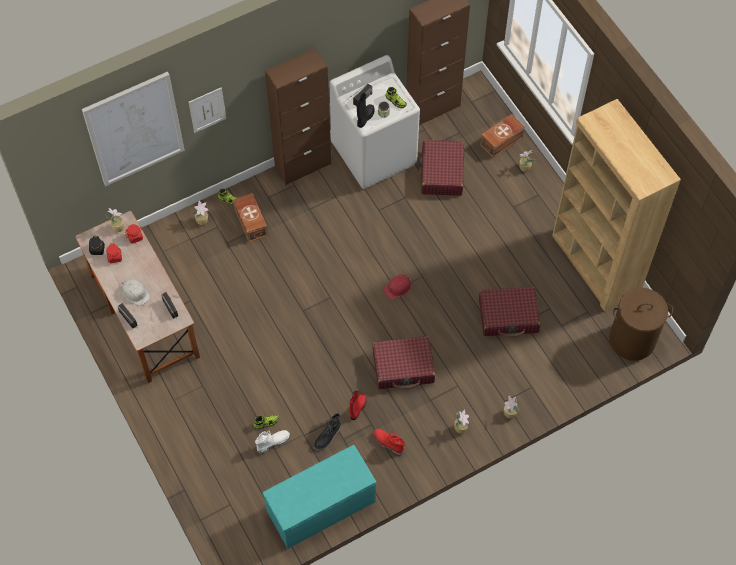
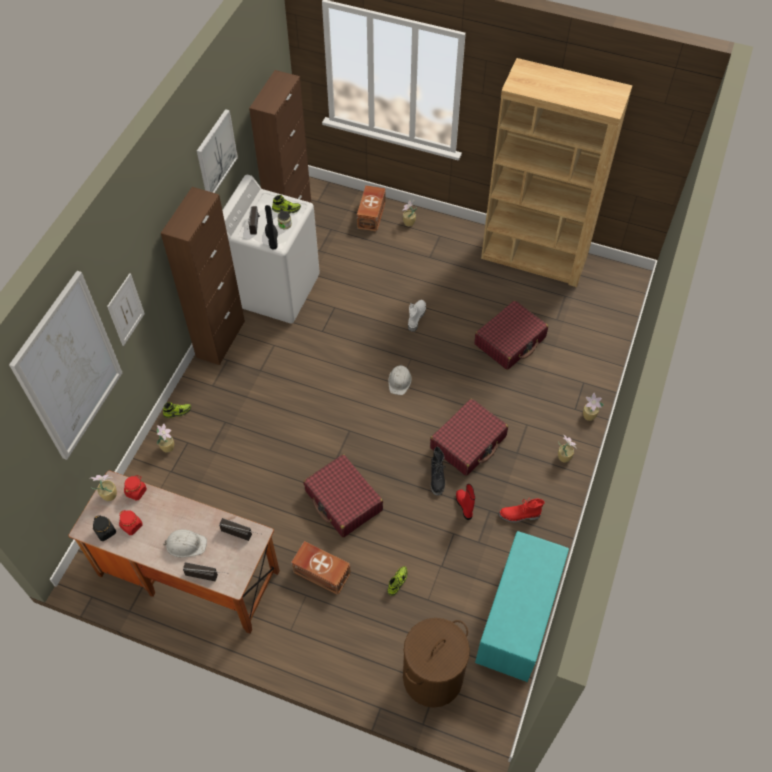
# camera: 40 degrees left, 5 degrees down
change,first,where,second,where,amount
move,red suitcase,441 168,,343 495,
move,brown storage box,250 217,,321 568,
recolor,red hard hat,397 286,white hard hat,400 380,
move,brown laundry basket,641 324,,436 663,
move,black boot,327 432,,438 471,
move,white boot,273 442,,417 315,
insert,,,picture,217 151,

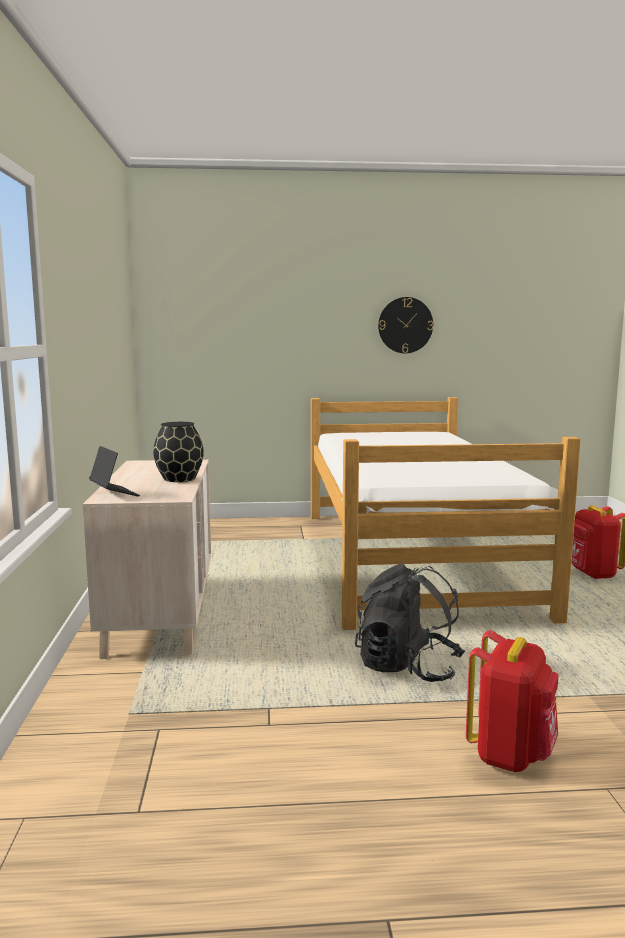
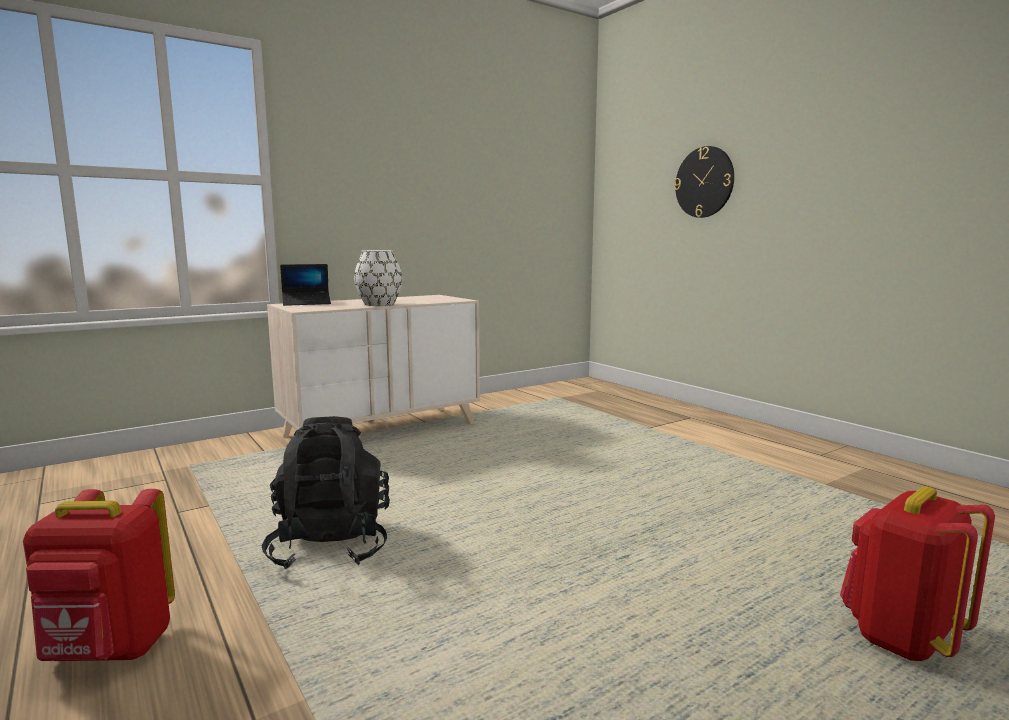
# camera: 60 degrees right, 0 degrees up
change,first,where,second,where,amount
move,wall clock,405 325,,704 182,
delete,bed,446 513,,,
recolor,black vase,178 452,white vase,378 278,
rotate,laptop,114 471,,305 285,45 degrees clockwise

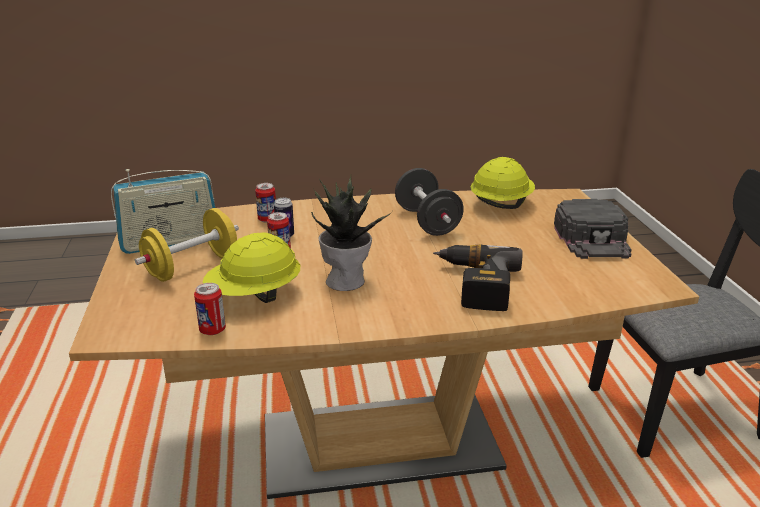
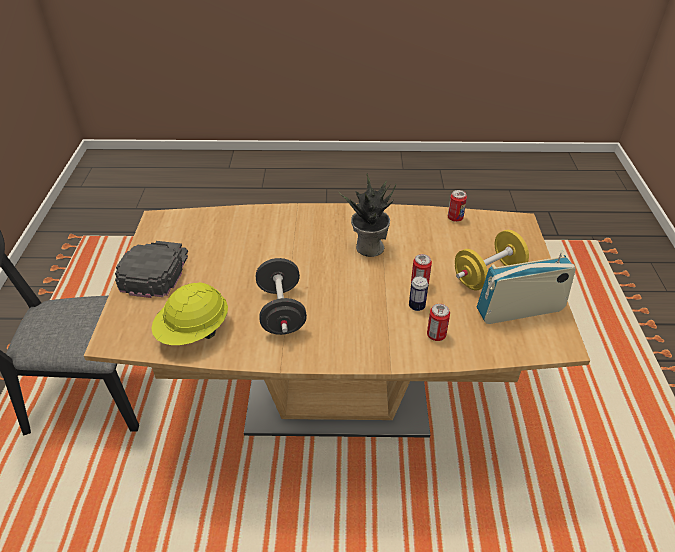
# camera: 170 degrees left, 15 degrees up
change,first,where,second,where,amount
delete,yellow hard hat,251 267,,,
delete,power drill,478 277,,,

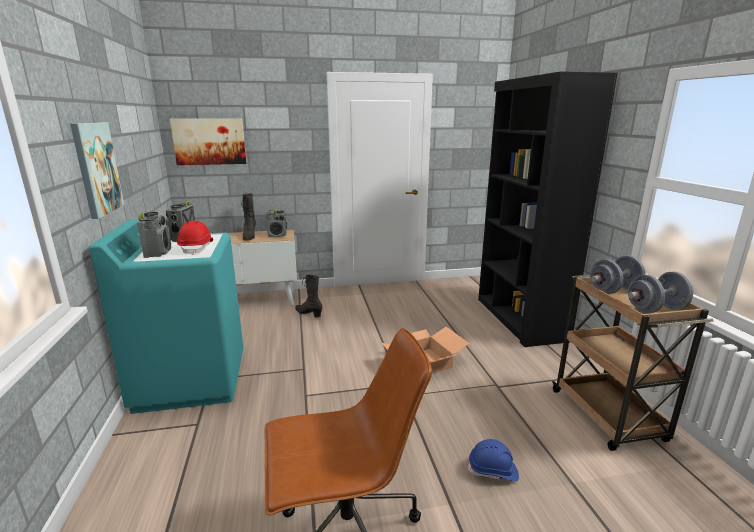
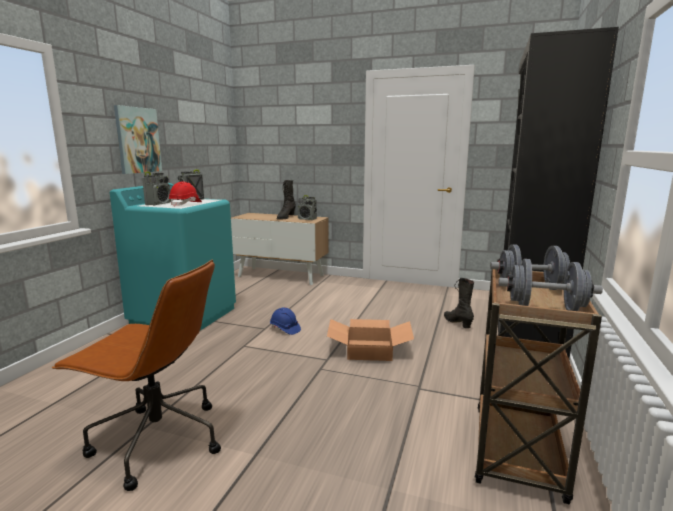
# camera: 30 degrees right, 5 degrees down
change,first,where,second,where,amount
delete,picture,208 142,,,
move,black boot,308 296,,459 303,
move,blue hard hat,493 460,,285 321,

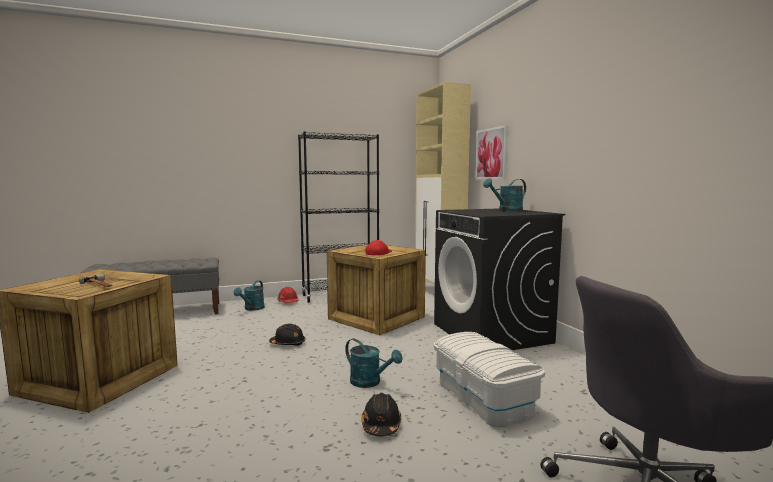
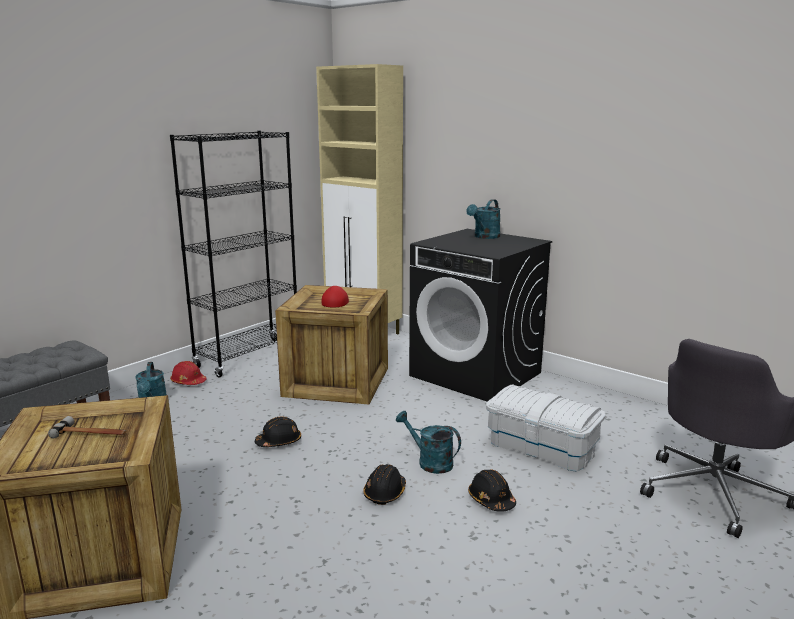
# camera: 30 degrees left, 10 degrees up
change,first,where,second,where,amount
delete,picture,491 152,,,
rotate,turquoise watering can,374 363,,428 442,150 degrees counterclockwise
insert,,,black hard hat,384 484,

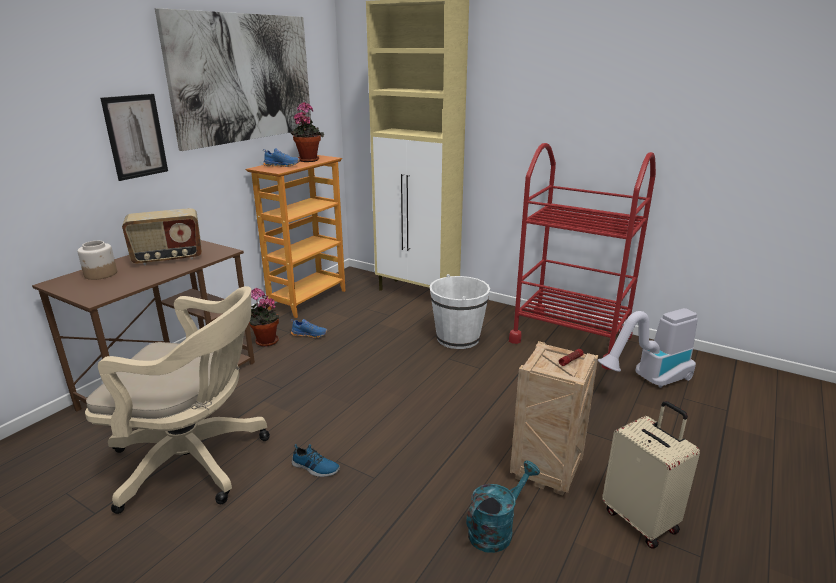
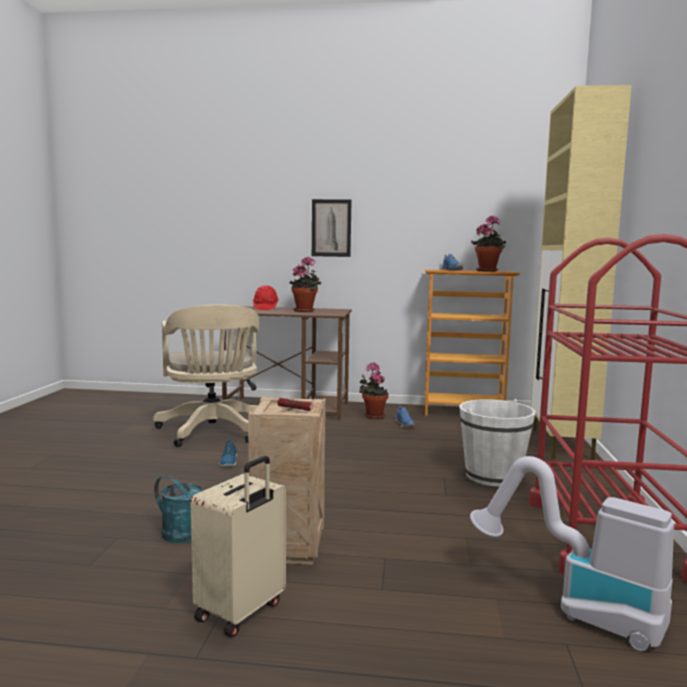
# camera: 65 degrees right, 15 degrees down
change,first,where,second,where,amount
delete,picture,233 79,,,
replace,radio,162 236,potted plant,305 284,
replace,jar,97 260,red hard hat,266 297,

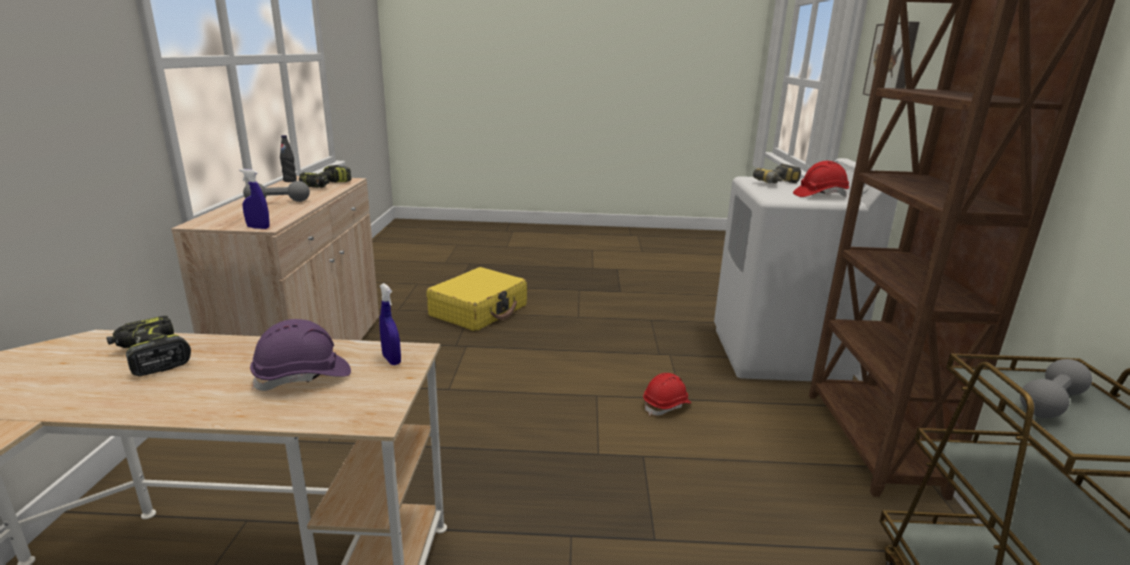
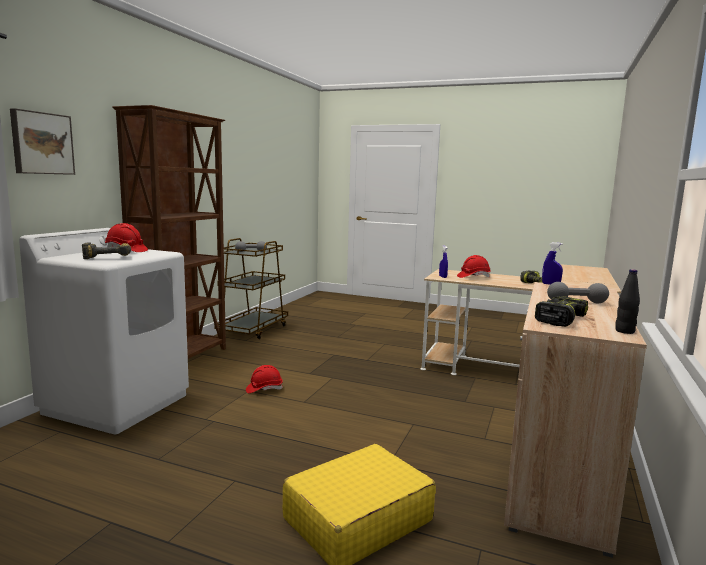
# camera: 160 degrees left, 10 degrees down
change,first,where,second,where,amount
recolor,purple hard hat,300 355,red hard hat,474 266,

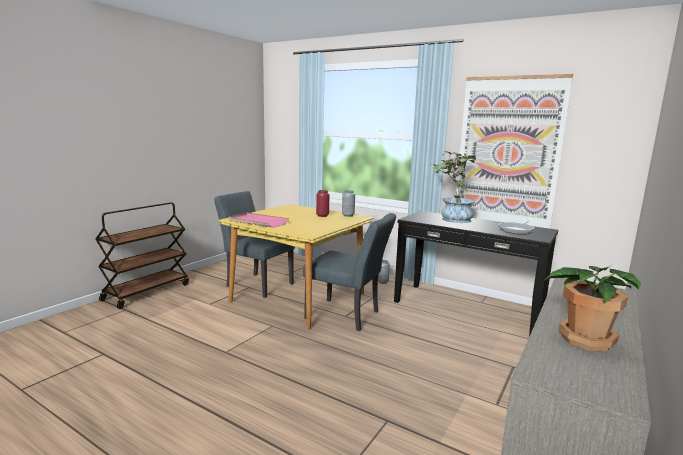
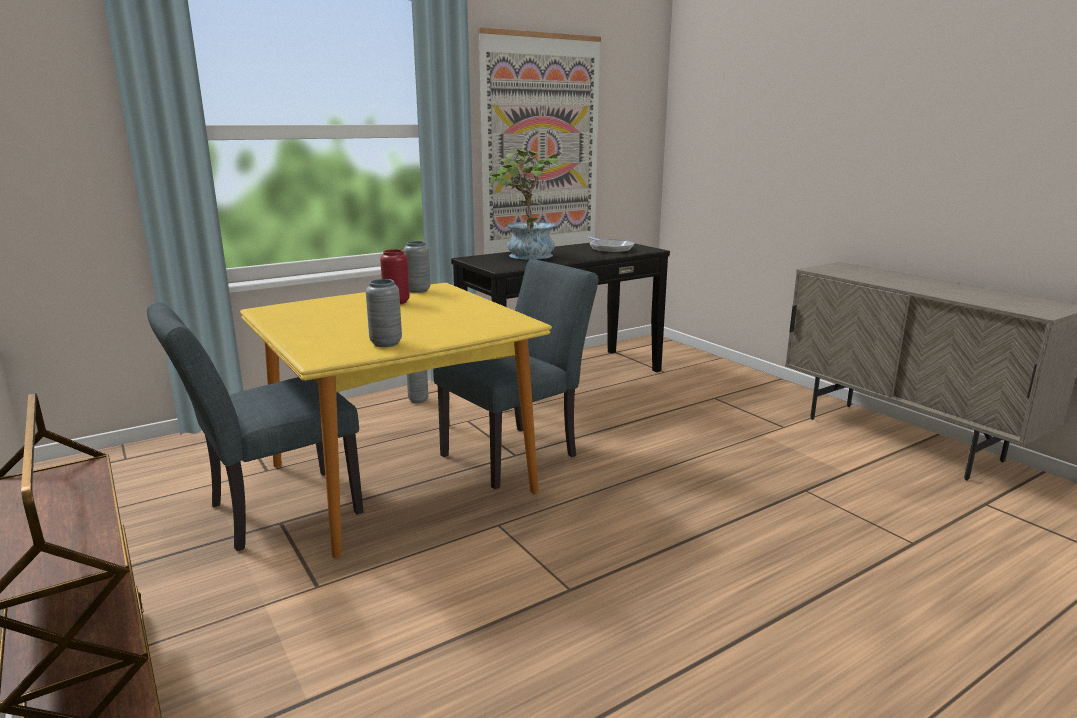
# camera: 65 degrees left, 5 degrees up
change,first,where,second,where,amount
replace,pink tray,259 220,grey vase,384 313,
delete,potted plant,593 308,,,

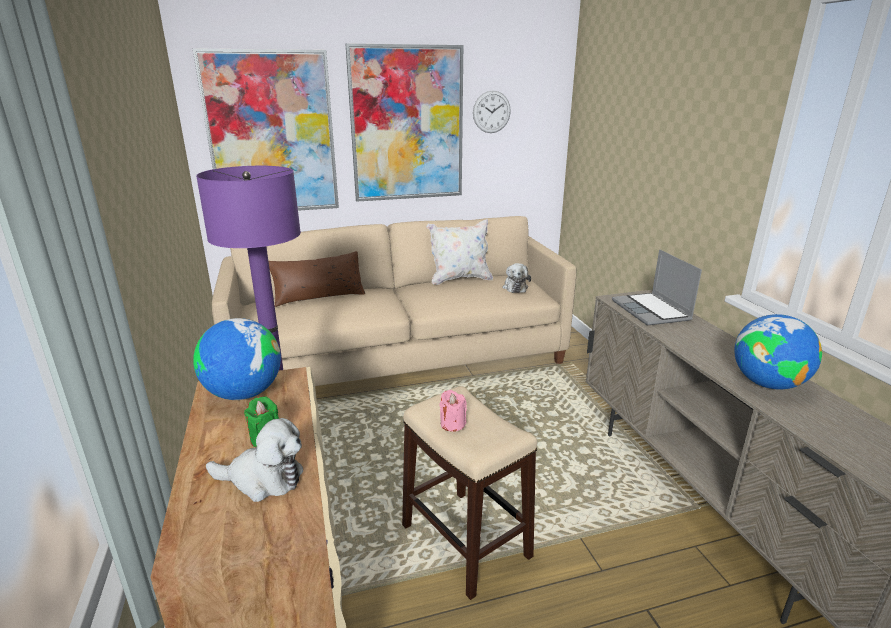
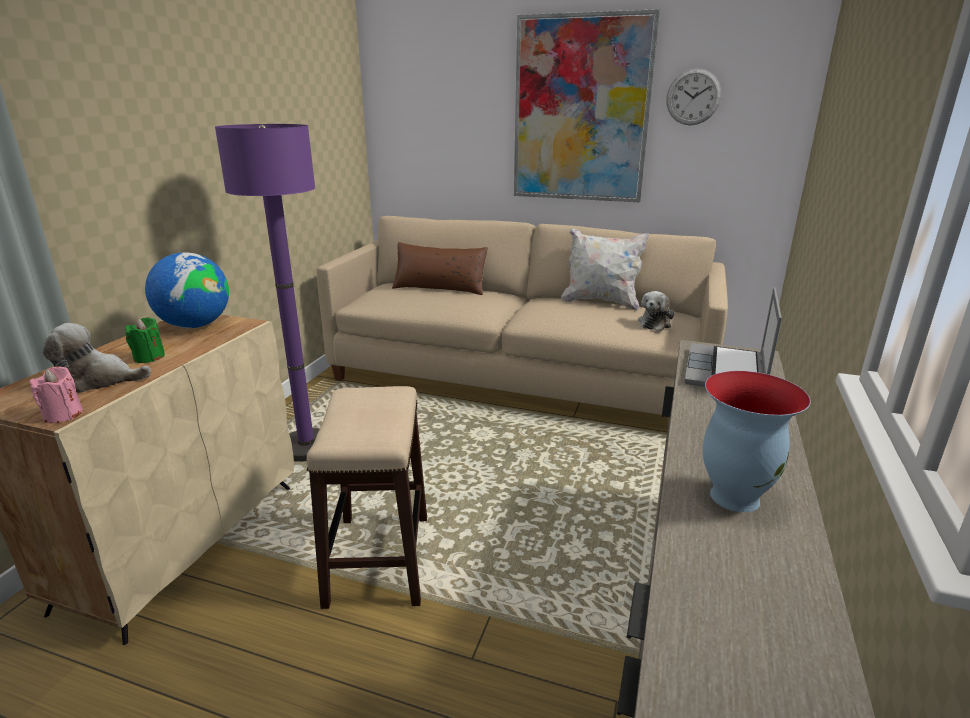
# camera: 35 degrees right, 0 degrees up
change,first,where,second,where,amount
delete,picture,266 129,,,
replace,globe,778 352,vase,757 441,
move,pink candle,453 411,,56 394,
rotate,plush toy,254 460,,97 358,135 degrees clockwise

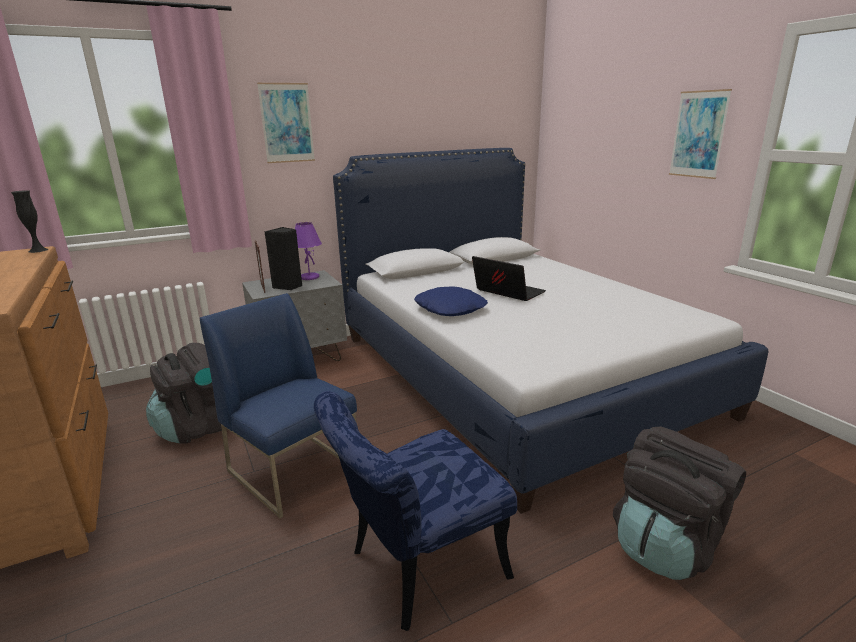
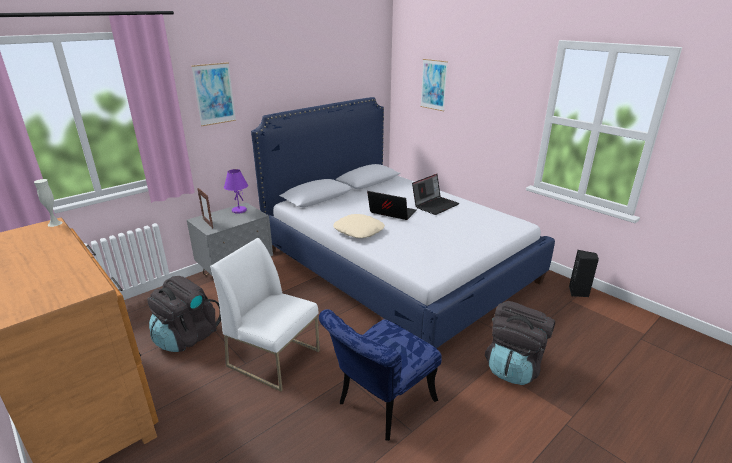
# camera: 15 degrees left, 5 degrees up
change,first,where,second,where,amount
move,picture,700 134,,434 85,
recolor,black vase,29 221,white vase,48 203,
move,black speaker,283 258,,584 273,
recolor,blue pillow,451 301,beige pillow,359 226,
recolor,blue chair,278 405,white chair,265 315,
insert,,,laptop,436 194,

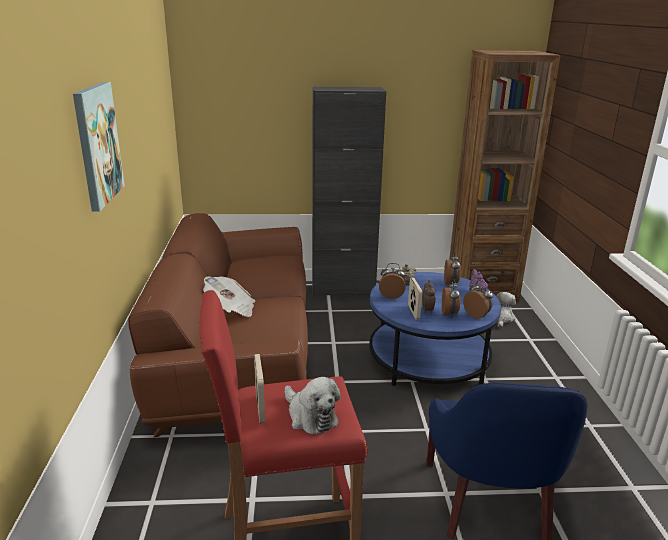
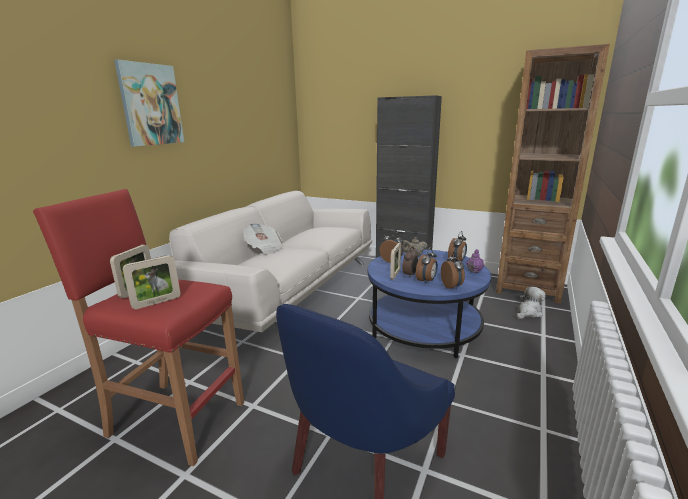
# camera: 30 degrees right, 5 degrees down
change,first,where,second,where,amount
recolor,brown sofa,218 325,white sofa,270 261,
replace,plush toy,313 406,picture frame,151 282,

